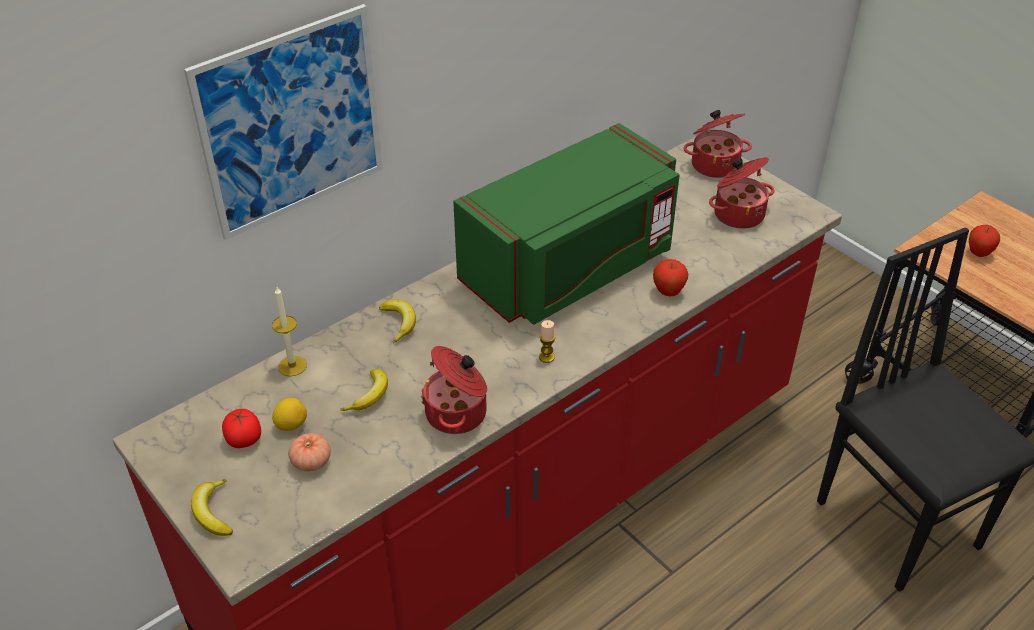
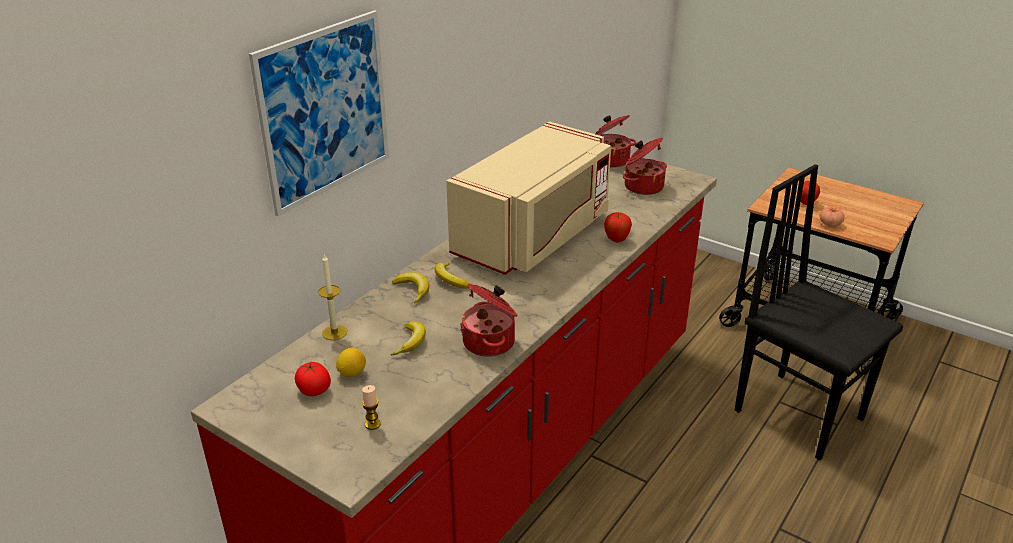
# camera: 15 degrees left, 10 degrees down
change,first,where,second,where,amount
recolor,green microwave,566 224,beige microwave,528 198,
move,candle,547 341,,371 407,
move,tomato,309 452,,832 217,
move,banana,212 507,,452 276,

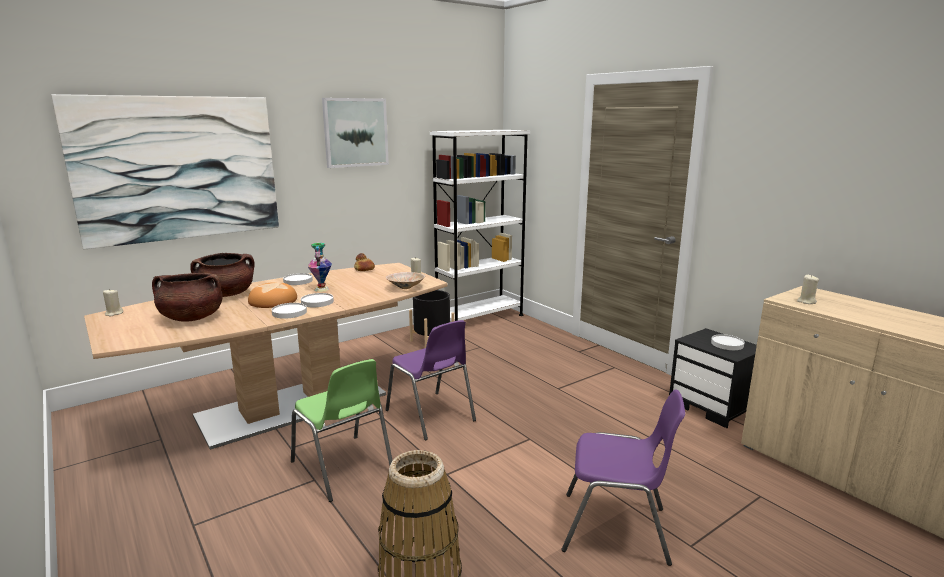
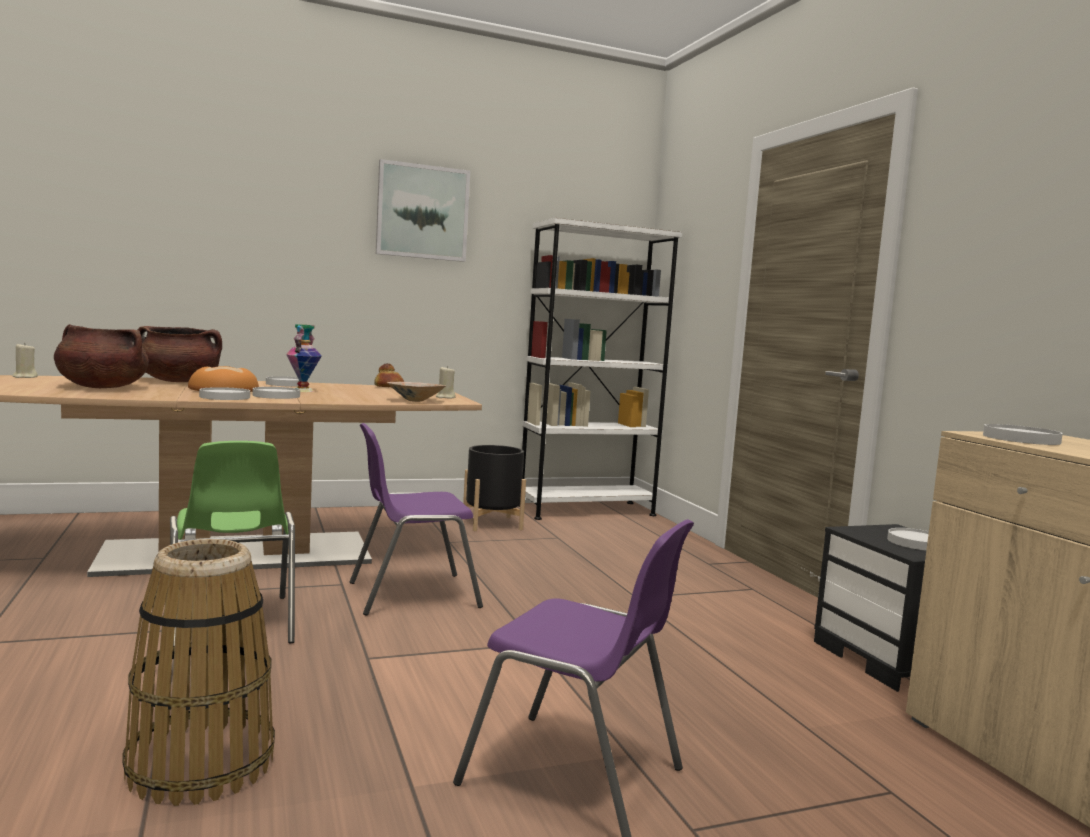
# camera: 15 degrees right, 10 degrees down
change,first,where,second,where,amount
delete,picture,165 171,,,
replace,beige candle,808 289,white plate,1023 434,
rotate,purple chair,431 380,,416 519,90 degrees clockwise

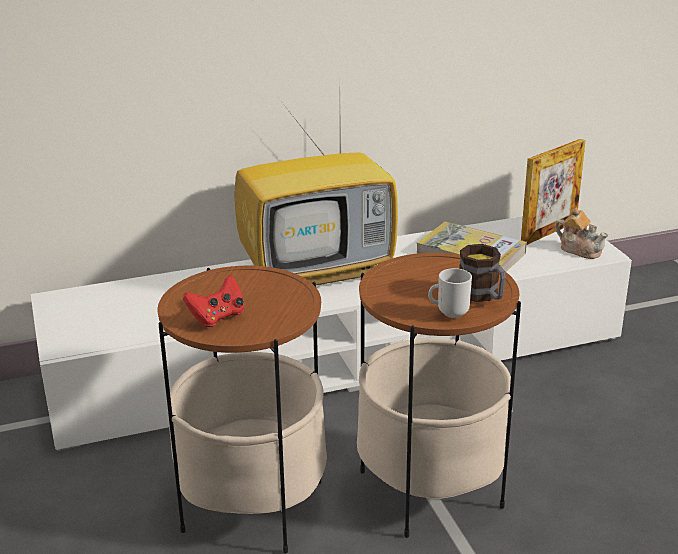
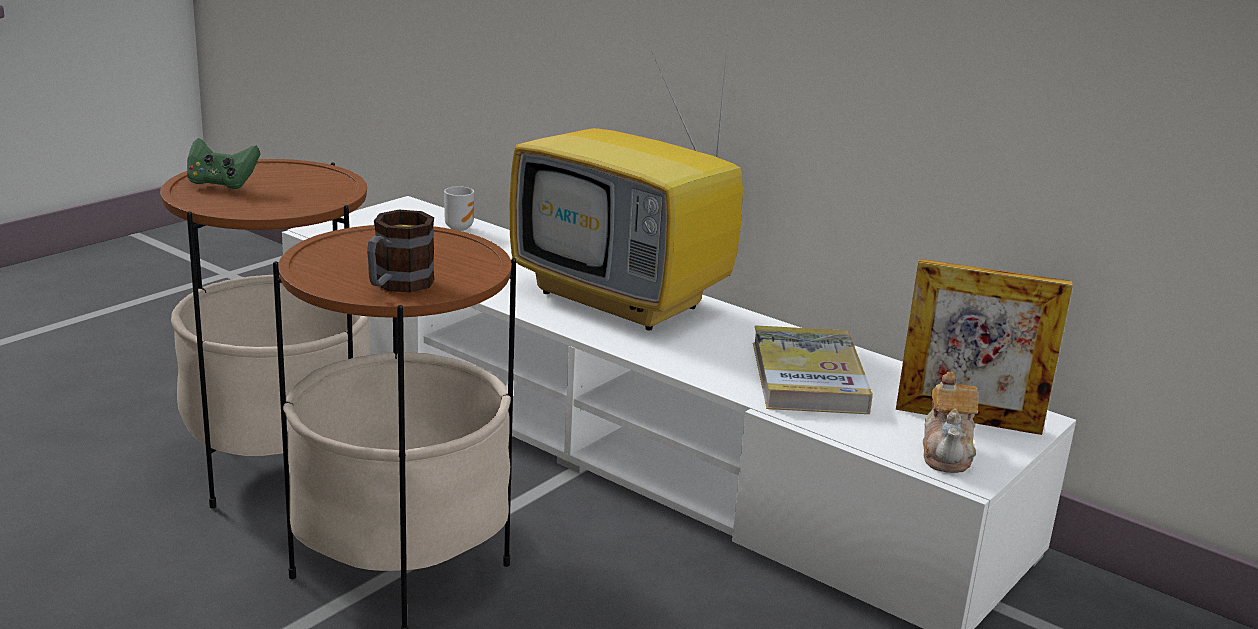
# camera: 55 degrees right, 5 degrees down
change,first,where,second,where,amount
move,mug,450 293,,459 208,
recolor,red game controller,213 301,green game controller,223 163,

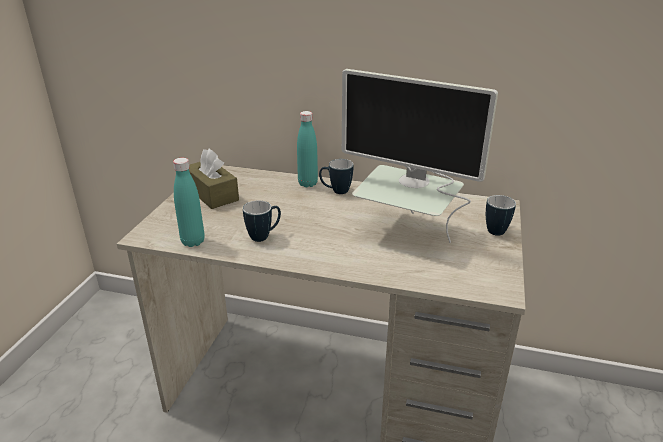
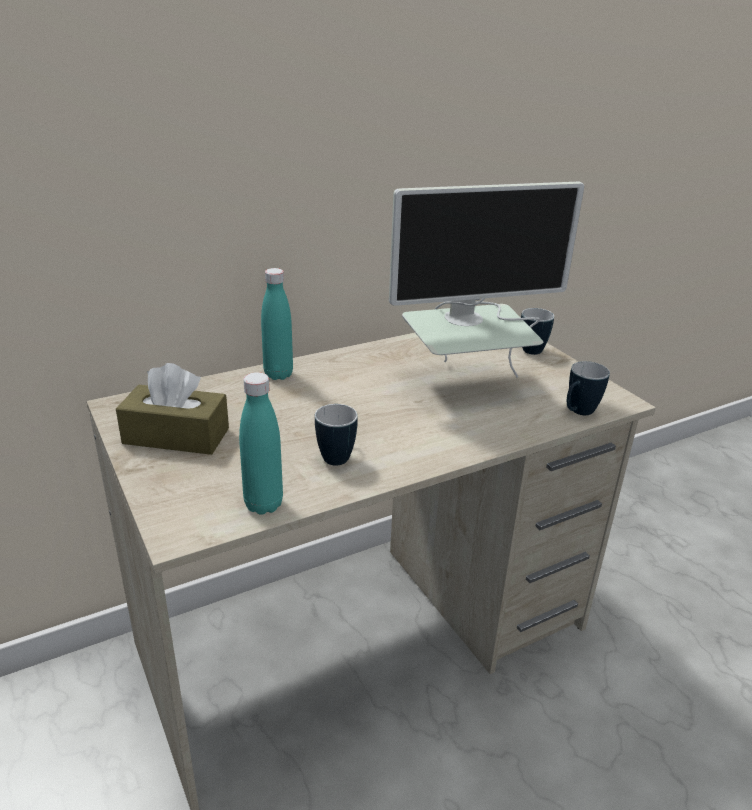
# camera: 45 degrees left, 0 degrees up
change,first,where,second,where,amount
move,mug,336 176,,588 388,

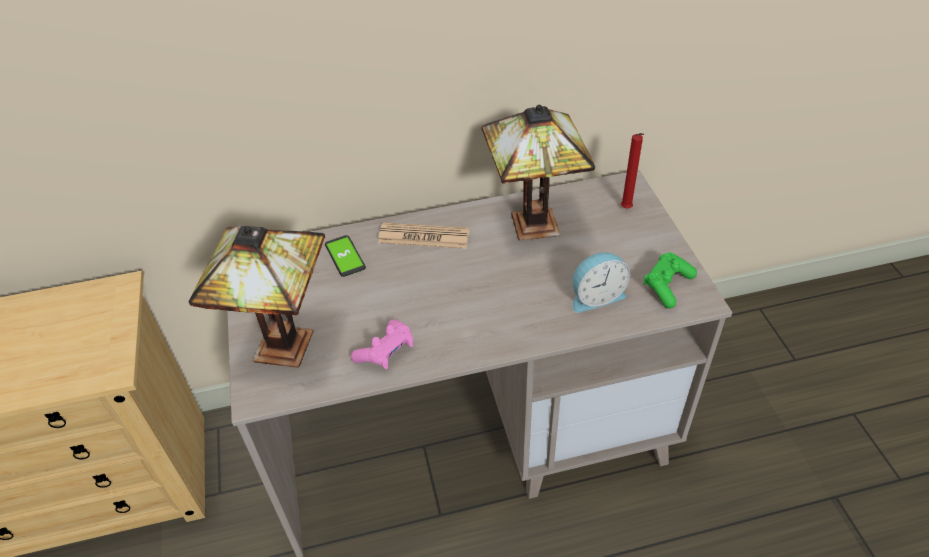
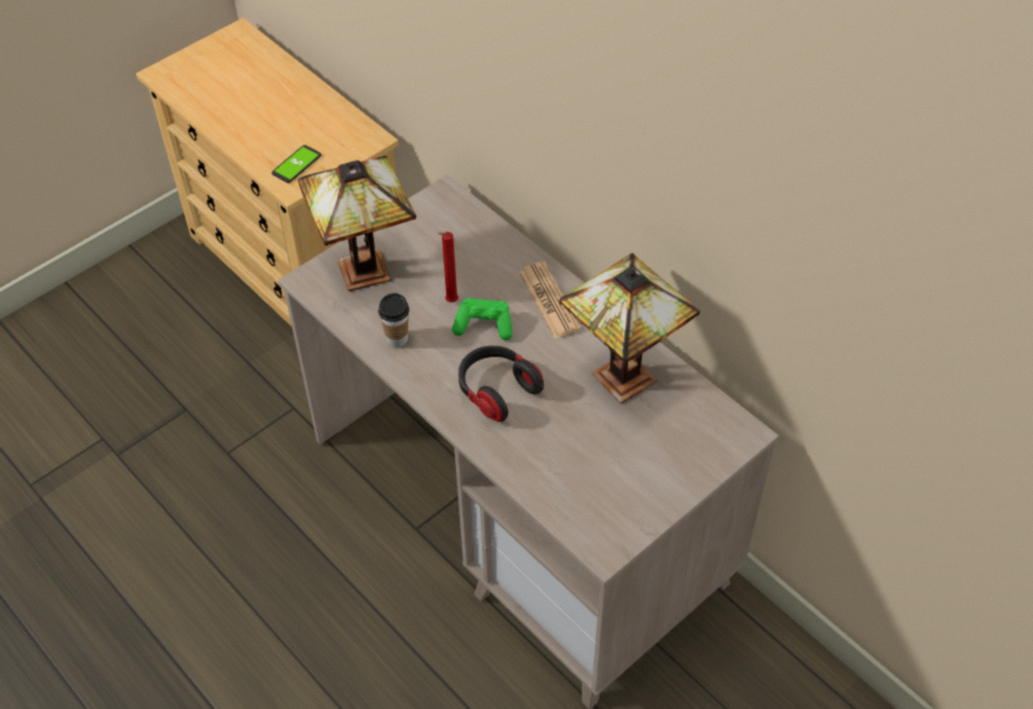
# camera: 60 degrees right, 5 degrees up
change,first,where,second,where,amount
move,red candle,632 171,,448 267,
move,phone,345 256,,296 164,
delete,alarm clock,601 282,,,
move,green game controller,670 280,,482 319,
replace,pink game controller,382 344,cup,393 320,
insert,,,headphones,501 384,

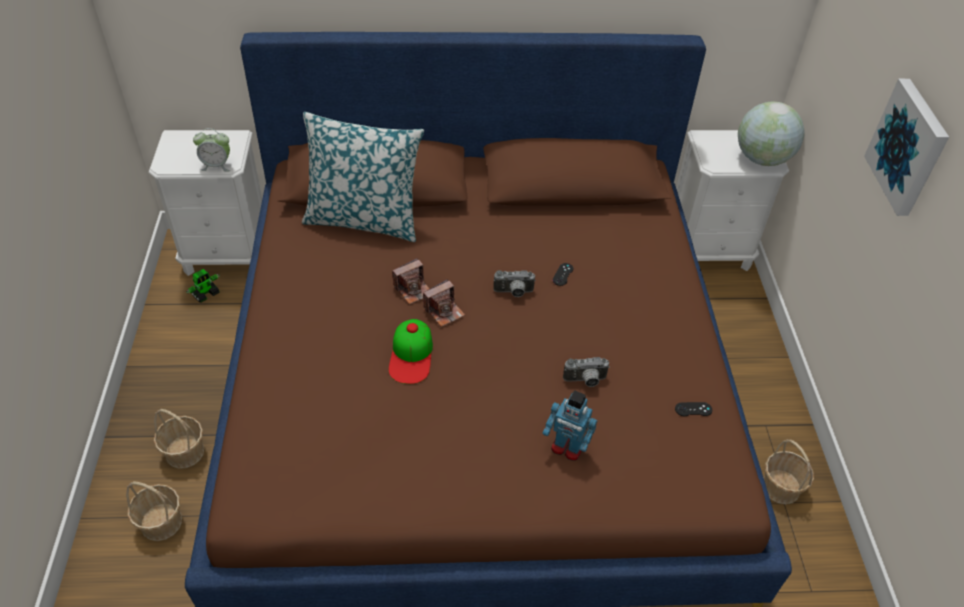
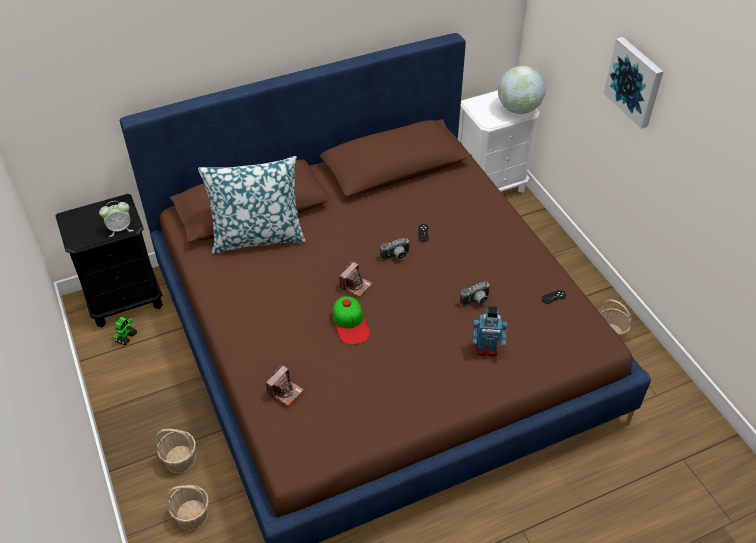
# camera: 20 degrees left, 0 degrees up
change,first,where,second,where,amount
recolor,white nightstand,206 203,black nightstand,109 261,
move,photo camera,411 281,,285 385,

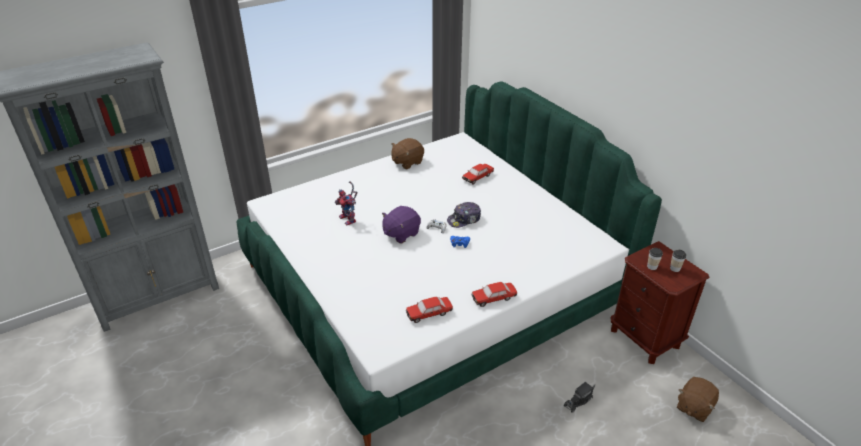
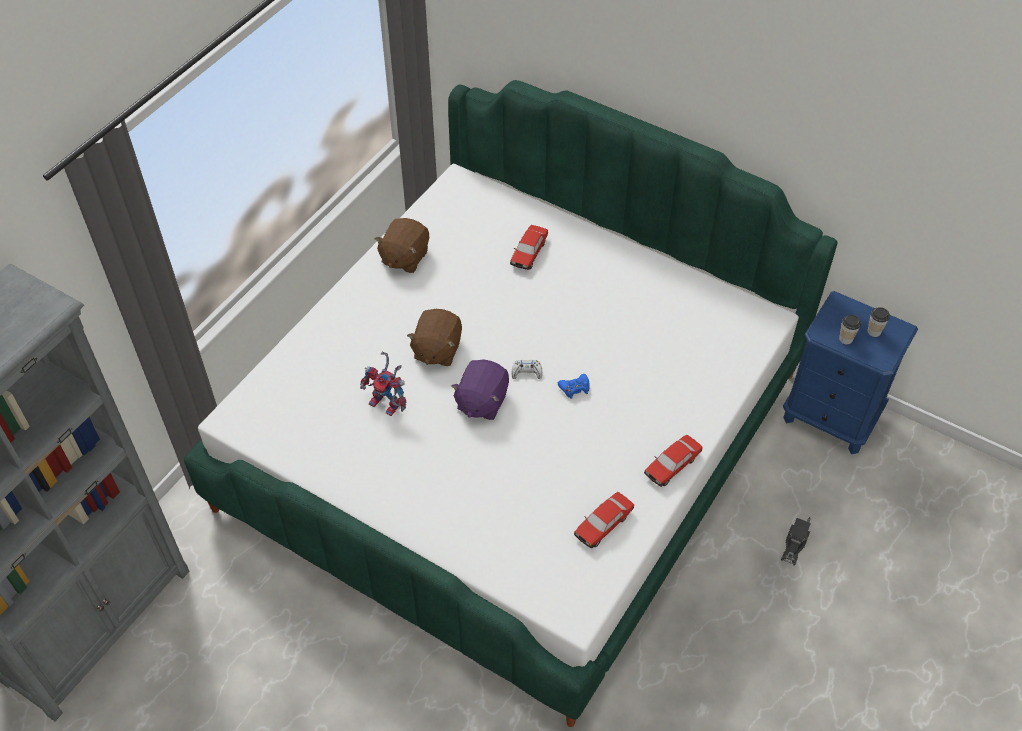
# camera: 25 degrees left, 15 degrees up
change,first,where,second,where,amount
delete,cap,464 215,,,
recolor,brown nightstand,660 302,blue nightstand,850 372,
move,brown plush toy,698 399,,434 337,

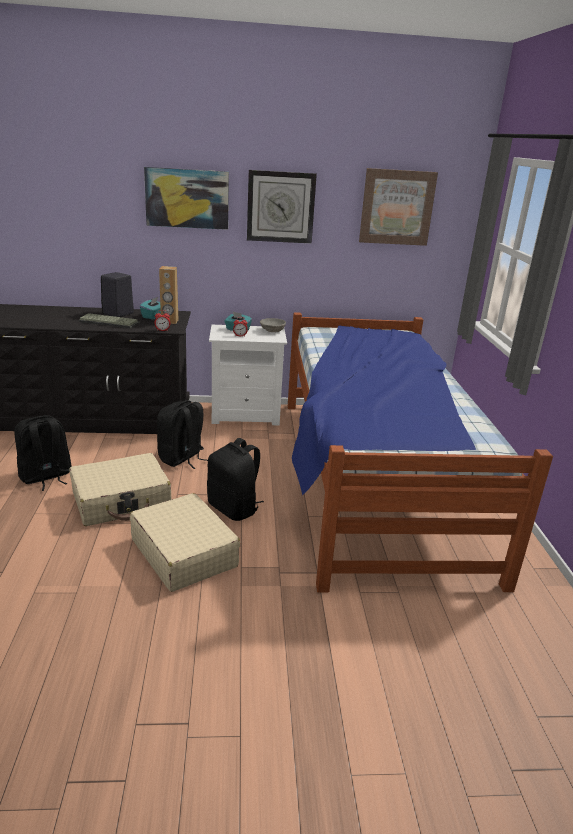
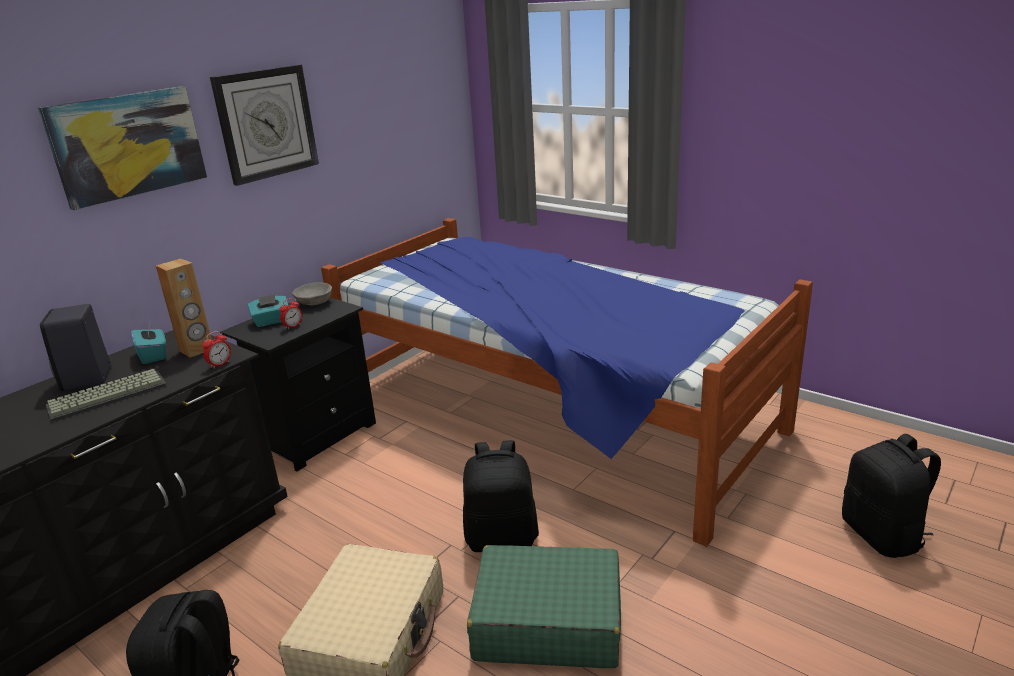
# camera: 45 degrees left, 0 degrees up
change,first,where,second,where,amount
delete,picture,398 207,,,
recolor,white nightstand,248 375,black nightstand,298 384,
move,black backpack,182 434,,891 496,
recolor,beige suitcase,185 542,green suitcase,544 606,

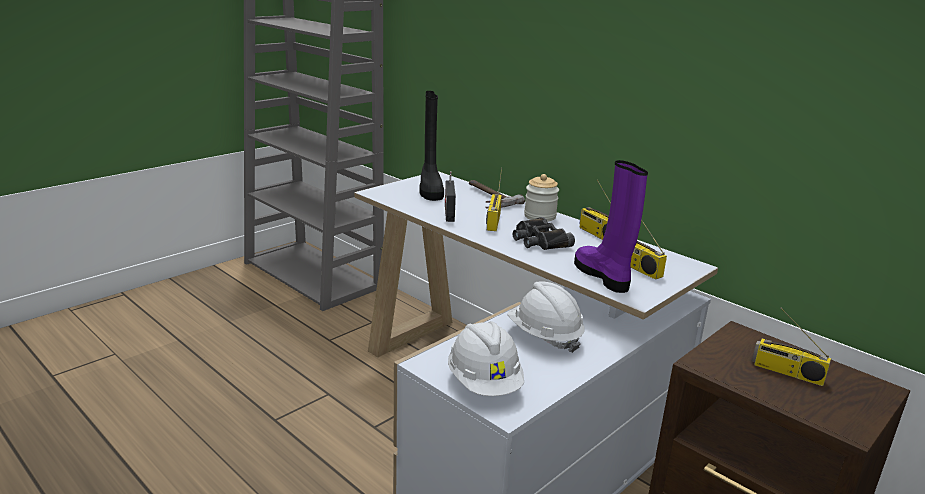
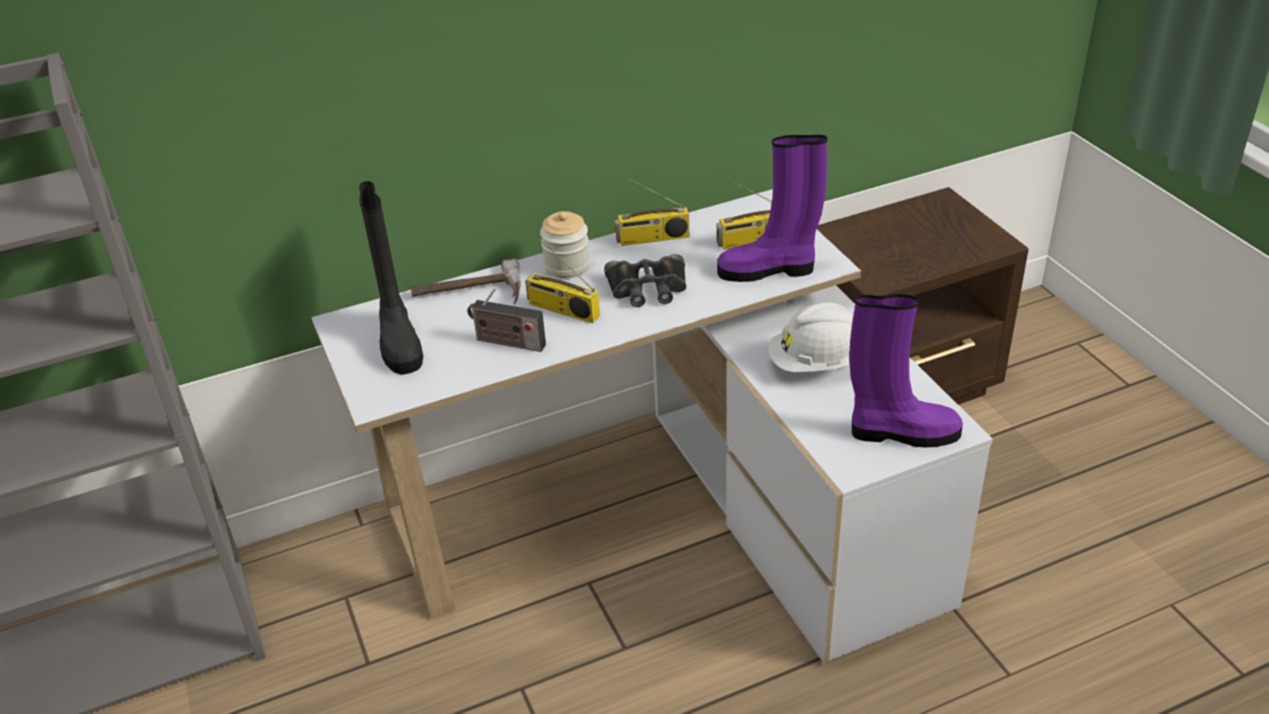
# camera: 65 degrees left, 15 degrees up
change,first,where,second,where,amount
rotate,black boot,432 146,,391 278,60 degrees clockwise
delete,radio,791 347,,,
replace,white hard hat,486 358,purple boot,906 371,

